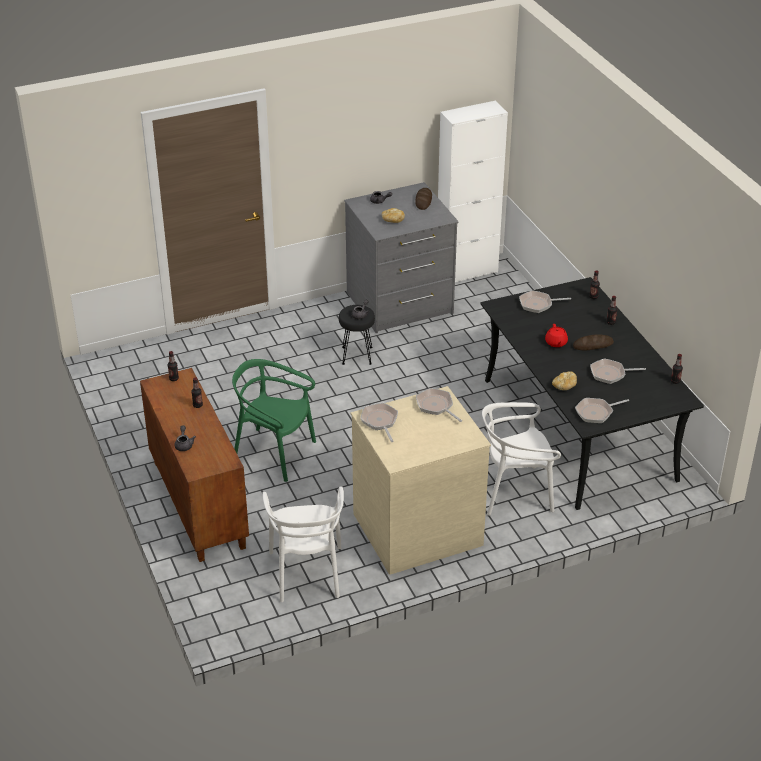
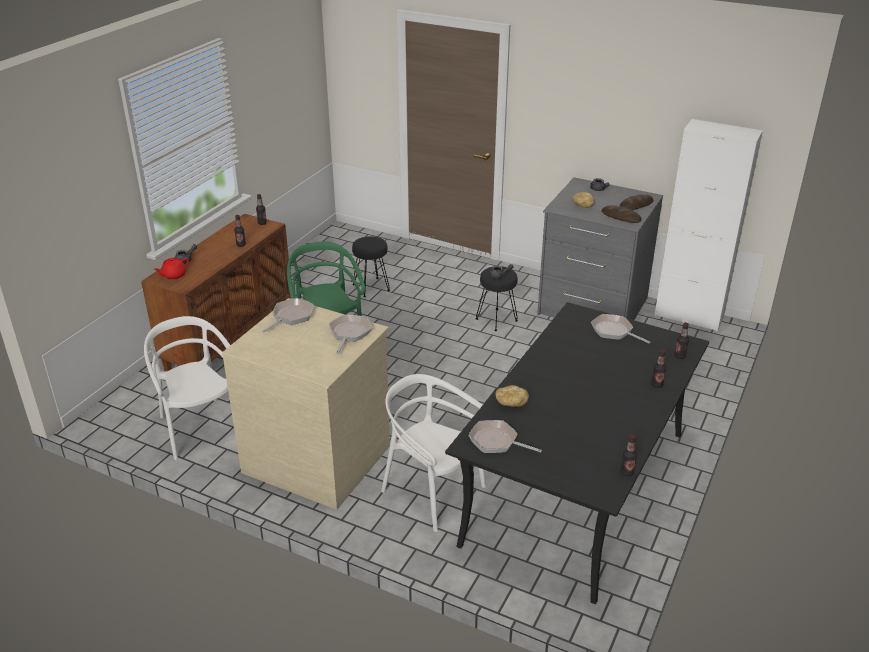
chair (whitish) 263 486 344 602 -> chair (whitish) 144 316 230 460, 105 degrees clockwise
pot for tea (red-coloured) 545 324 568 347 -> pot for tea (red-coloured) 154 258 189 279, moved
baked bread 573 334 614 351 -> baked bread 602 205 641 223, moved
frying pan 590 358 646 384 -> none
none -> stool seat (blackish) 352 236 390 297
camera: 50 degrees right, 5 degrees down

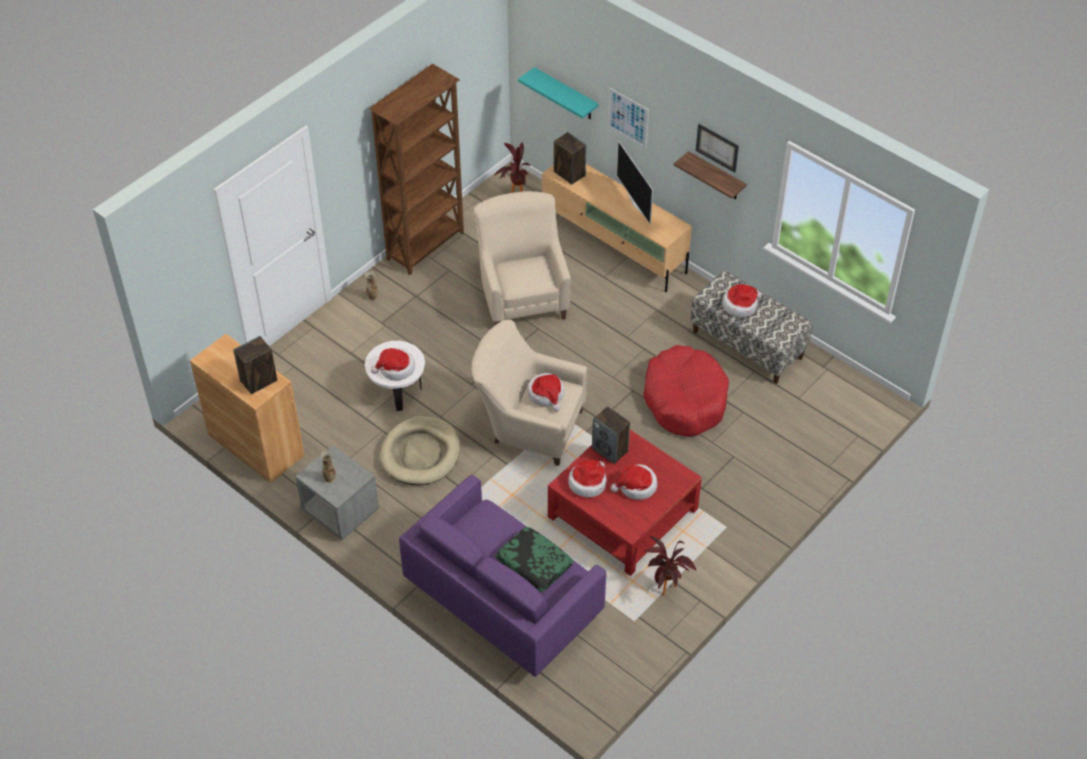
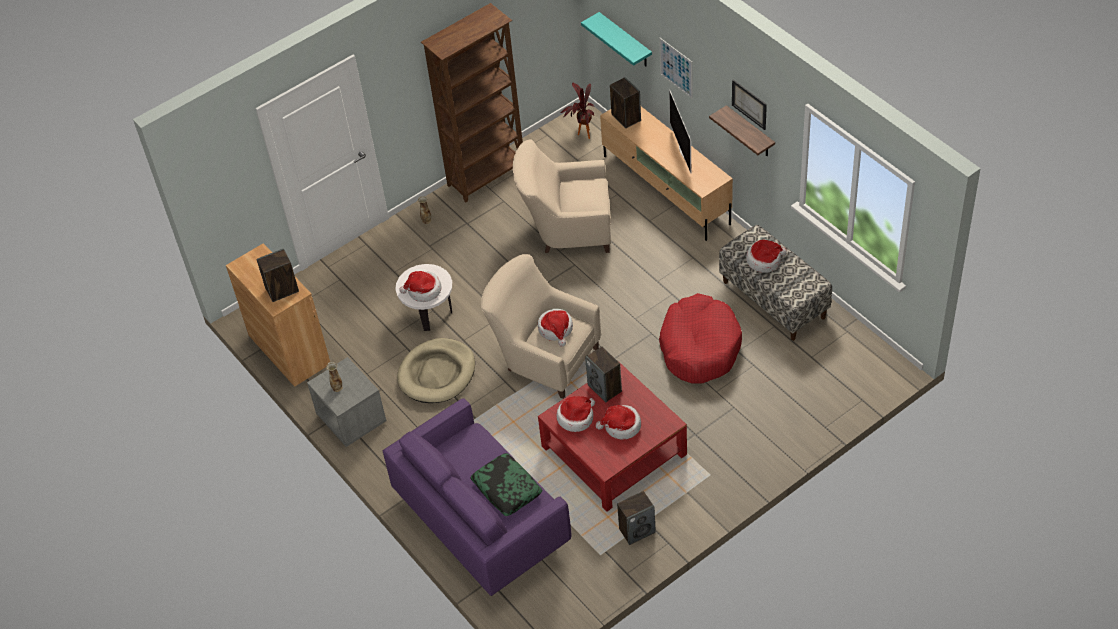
lounge chair (beige-coloured) 474 191 571 325 -> lounge chair (beige-coloured) 513 139 611 253, 90 degrees counterclockwise
houseplant 643 536 696 595 -> loudspeaker 617 491 656 545
camera: 15 degrees right, 0 degrees up

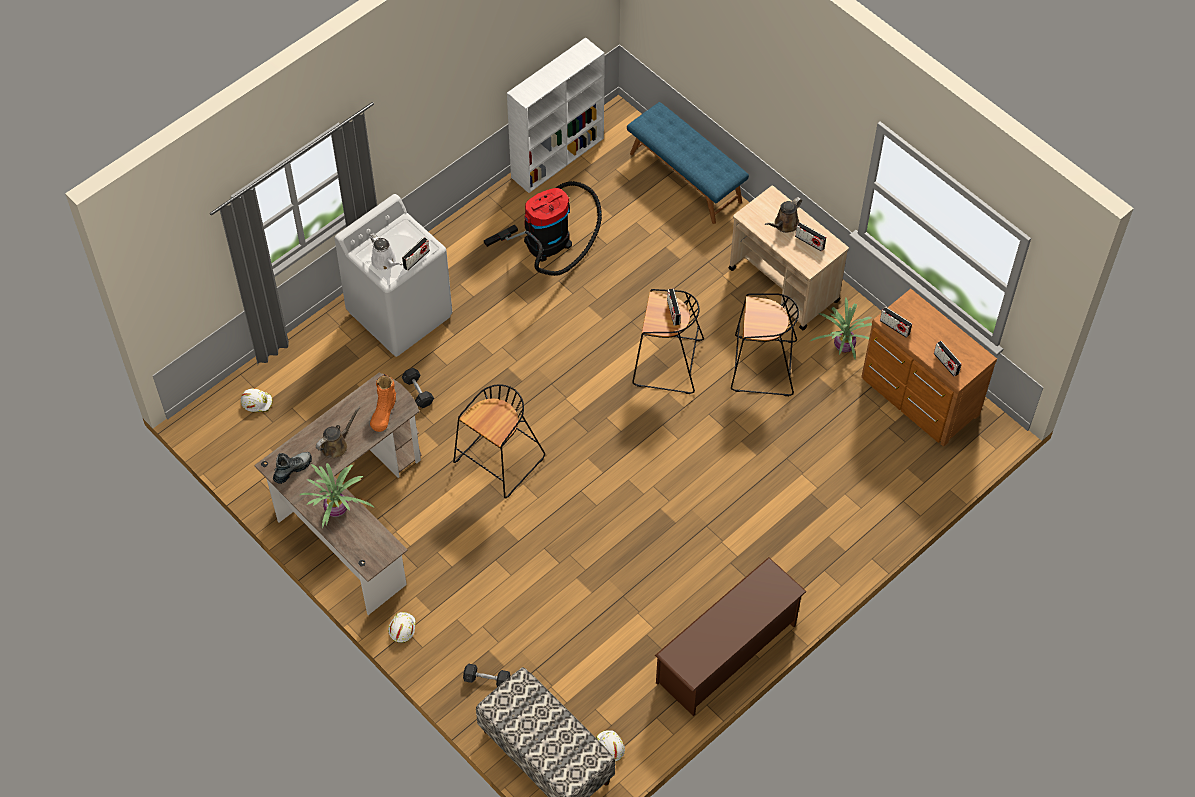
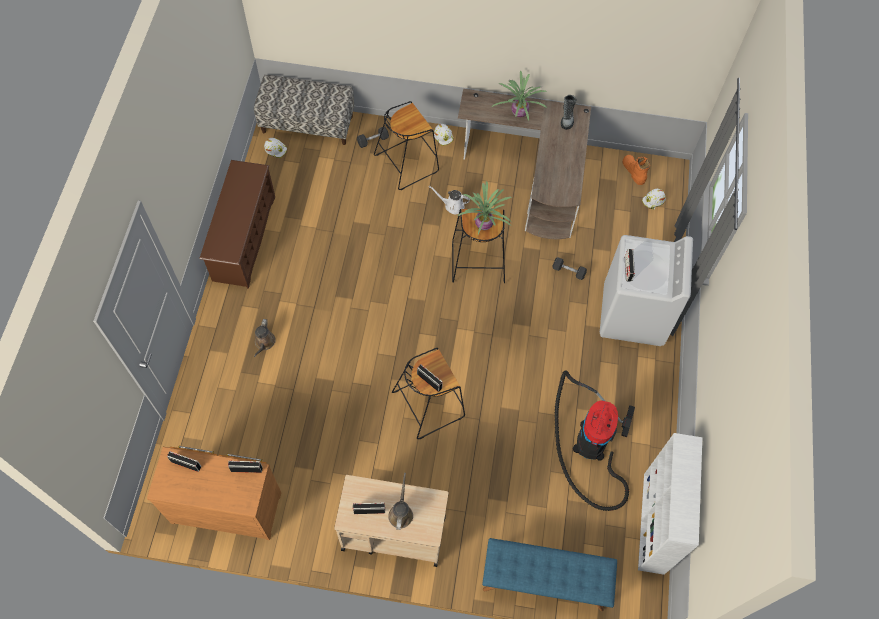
watering can (brown) 316 407 360 458 -> watering can (brown) 254 319 276 357, moved
watering can (whitish) 369 233 402 270 -> watering can (whitish) 429 186 470 214, moved
high-top boot (orangey) 370 374 396 432 -> high-top boot (orangey) 622 155 650 185, moved
stool seat (blackish) 731 293 799 396 -> stool seat (blackish) 374 101 439 190, moved
houseplant 809 298 872 359 -> houseplant 457 181 511 234, moved
camera: 140 degrees right, 5 degrees up

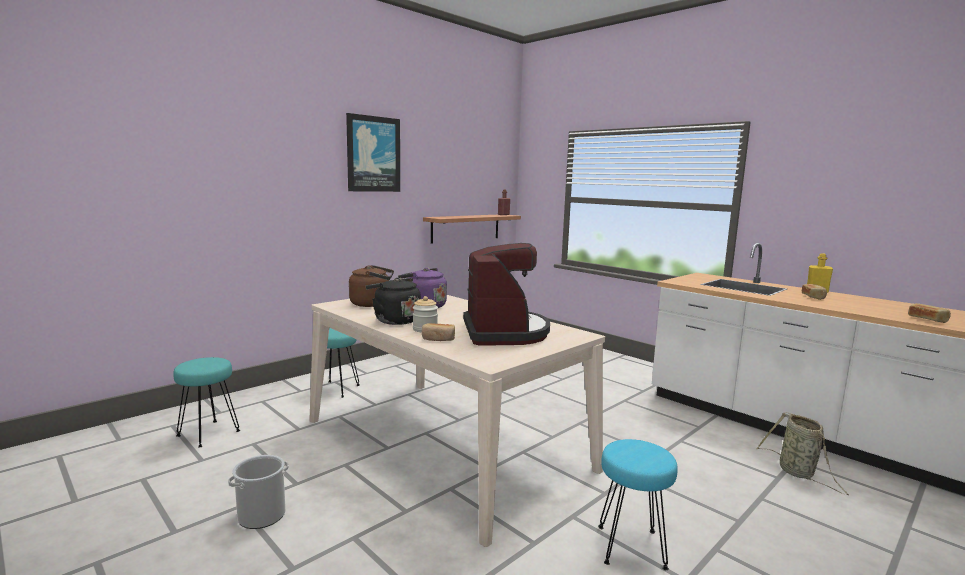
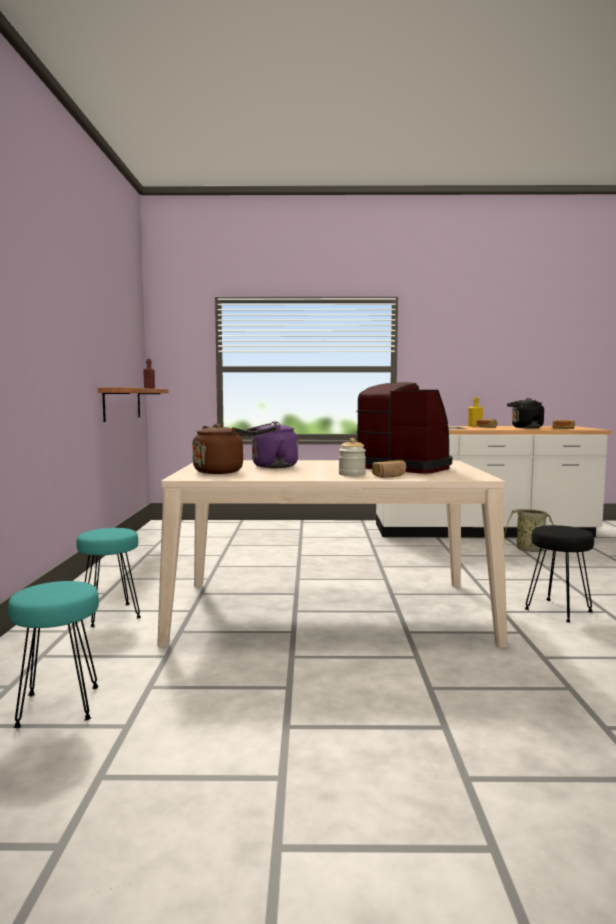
pail 228 455 289 529 -> none
picture 346 113 400 192 -> none
kettle (blackish) 366 278 421 325 -> kettle (blackish) 507 398 544 428, moved
stool seat (blue-green) 598 439 678 570 -> stool seat (blackish) 524 525 594 622
camera: 45 degrees left, 5 degrees down

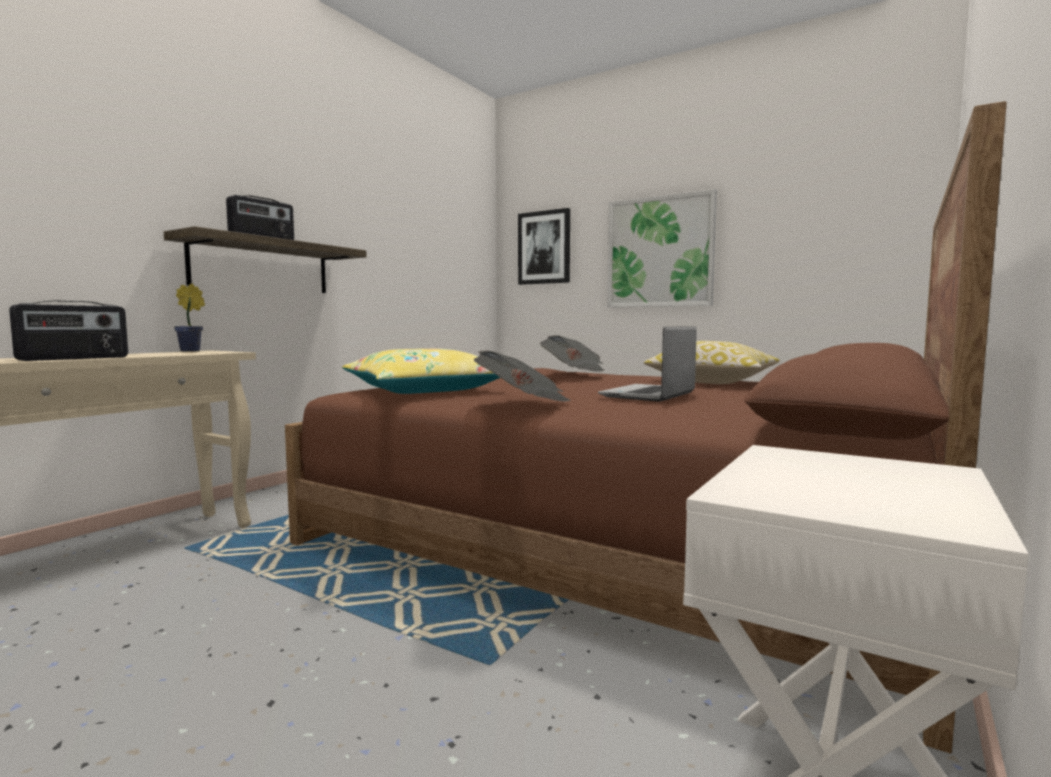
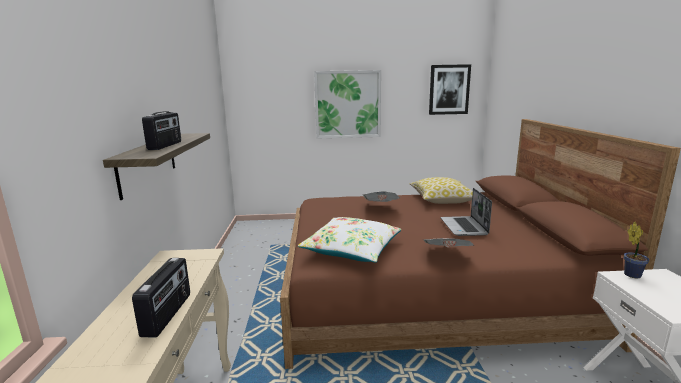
houseplant 174 284 205 352 -> houseplant 624 222 649 278, moved
cushion (yellow-coloured) 342 349 500 394 -> cushion (whitish) 298 217 401 263
picture 518 208 570 285 -> picture 429 64 471 115, moved
camera: 35 degrees left, 10 degrees up

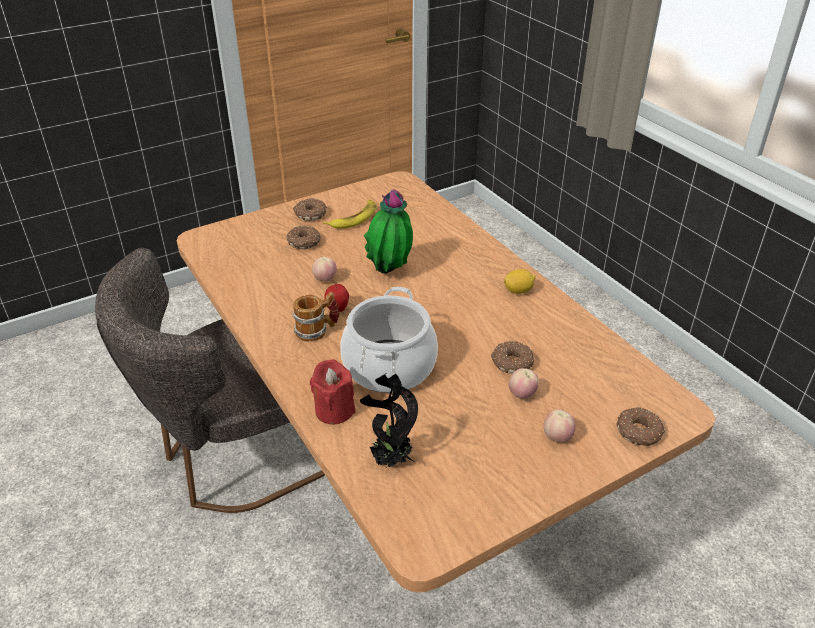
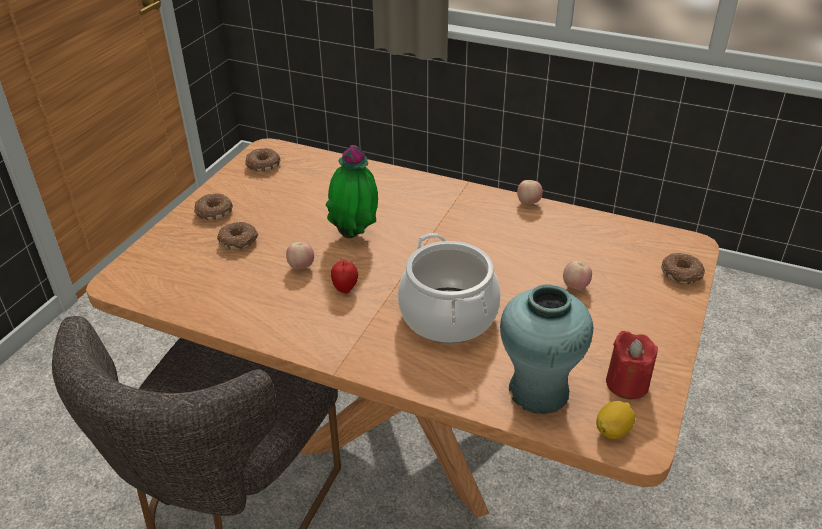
mug 293 292 340 342 -> none
wax light (red-coloured) 310 359 355 425 -> wax light (red-coloured) 606 331 658 399, moved
banana fruit 323 200 377 229 -> none
houseplant 360 373 418 468 -> flower vase (blue-green) 500 285 593 414
donut 491 341 534 374 -> donut 245 148 280 172, moved
whole lemon 504 269 536 294 -> whole lemon 596 401 635 439, moved
whole apple 544 410 576 442 -> whole apple 517 180 543 205, moved
camera: 35 degrees left, 0 degrees up

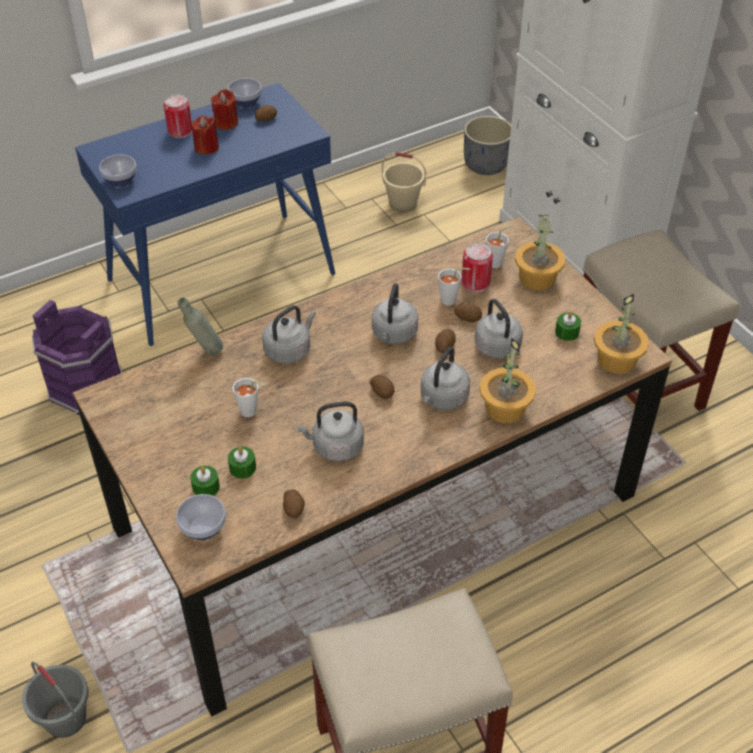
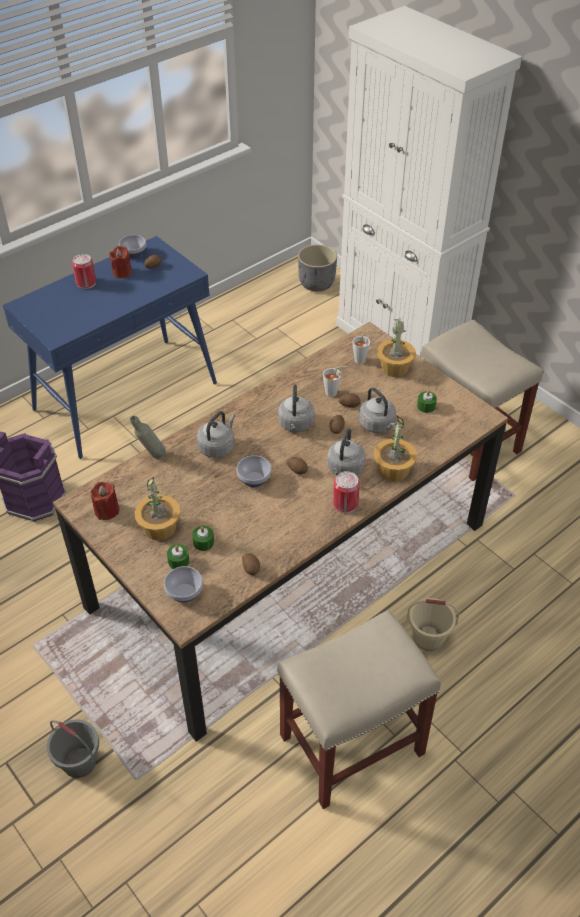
bowl 99 155 137 187 -> bowl 236 455 271 487, moved
wax light (red-coloured) 191 116 219 155 -> wax light (red-coloured) 90 482 120 520, moved
cup (whitish) 232 378 266 417 -> none
kettle (greyish) 297 402 364 462 -> none
pail (beige-coloured) 382 152 426 212 -> pail (beige-coloured) 407 598 459 651, moved
sealed can 461 243 493 292 -> sealed can 333 471 360 513, moved
houseplant 594 294 649 374 -> houseplant 135 477 180 541, moved
camera: 10 degrees left, 0 degrees up

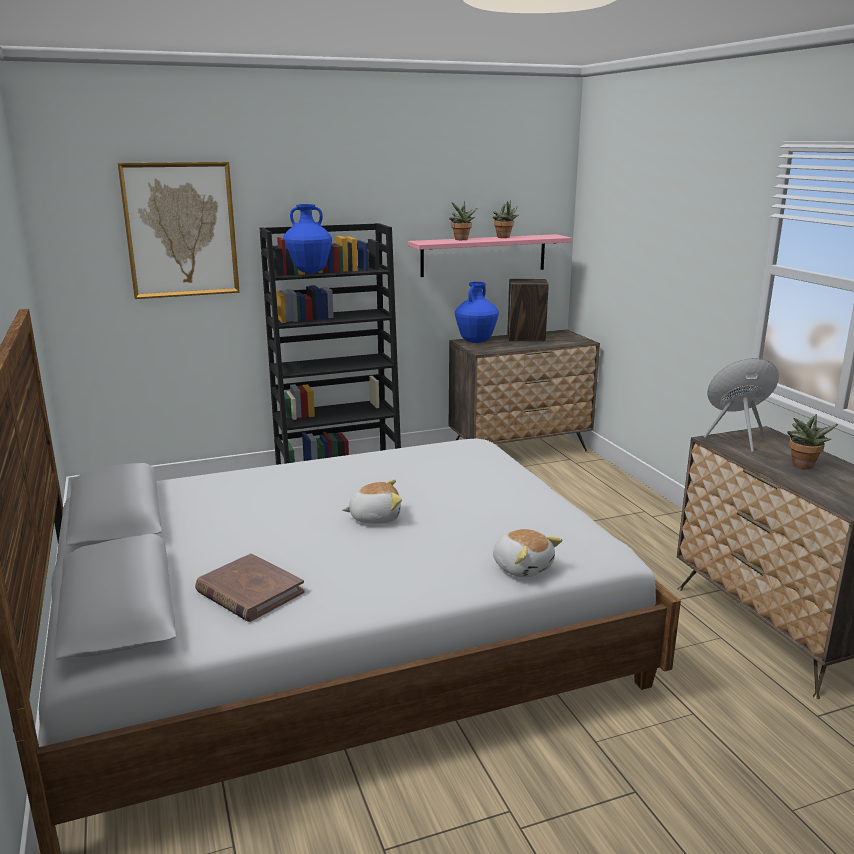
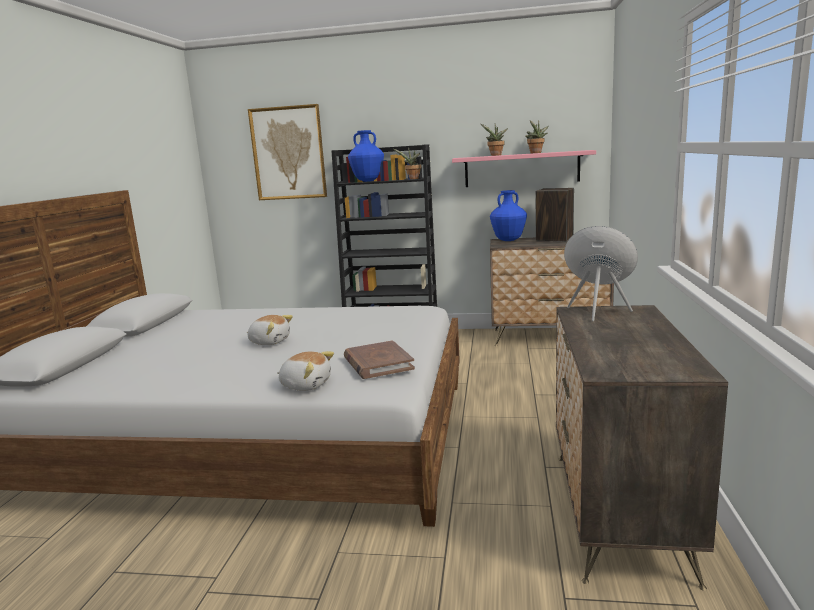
volume (brown) 195 553 305 622 -> volume (brown) 344 340 415 379, moved
soft toy 493 529 562 578 -> soft toy 277 351 334 391, 60 degrees counterclockwise
houseplant 787 414 838 469 -> houseplant 393 147 422 179, moved
camera: 30 degrees right, 5 degrees down

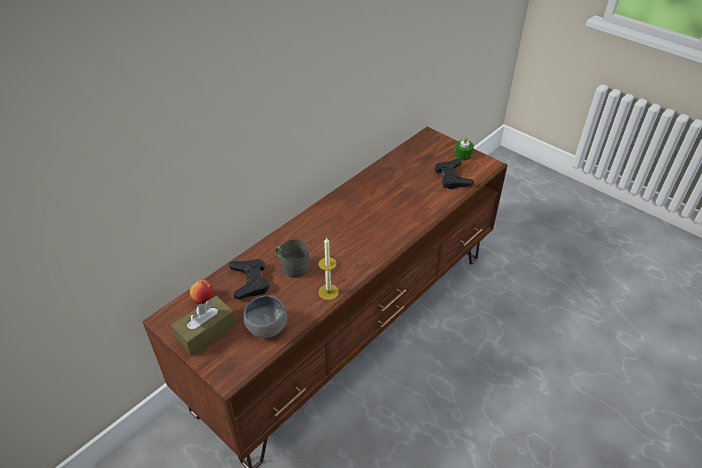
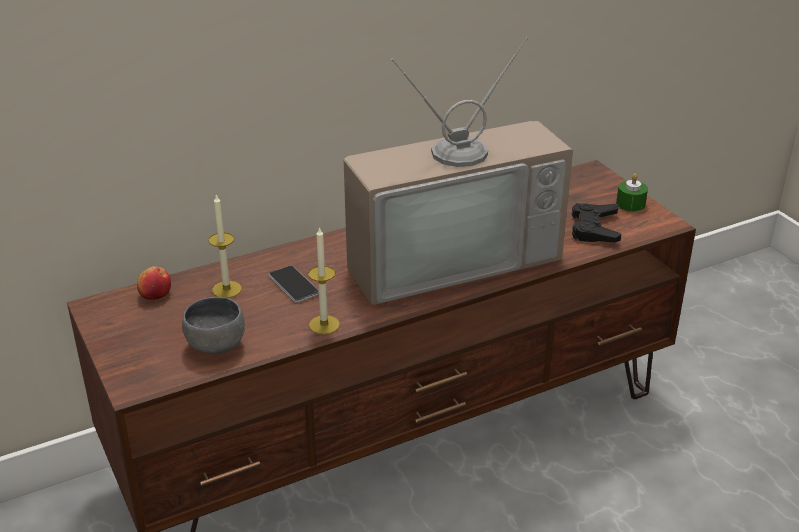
tissue box (brown) 171 296 236 356 -> none
game controller (blackish) 229 259 269 300 -> wax light 208 194 242 298
mug (greyish) 275 240 309 278 -> phone 269 266 319 303
none -> TV 344 37 573 305
camera: 20 degrees right, 10 degrees down

